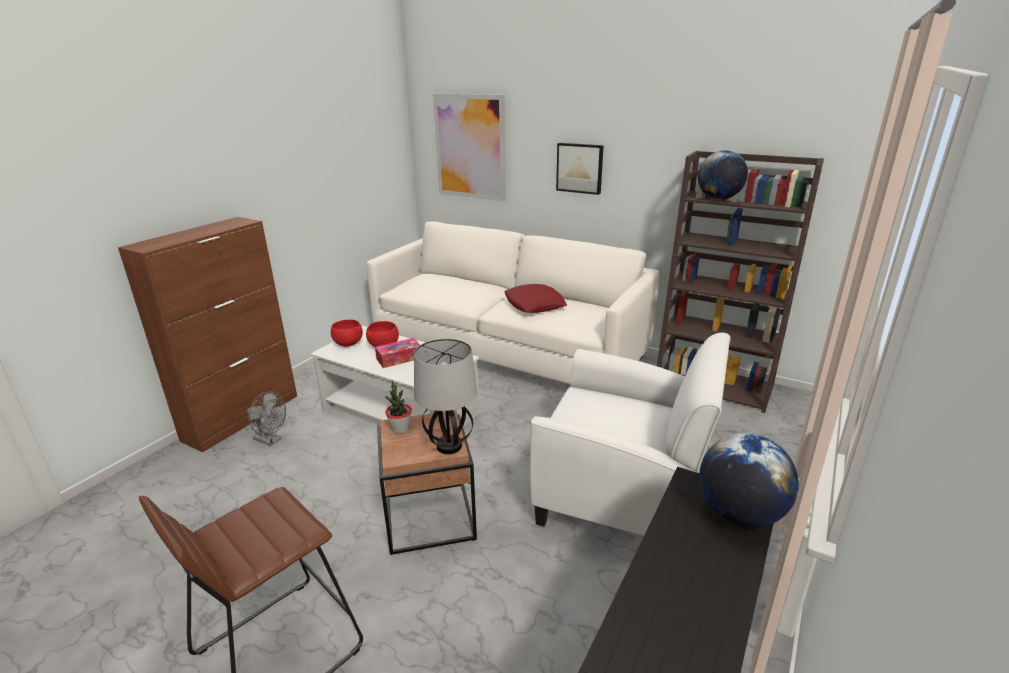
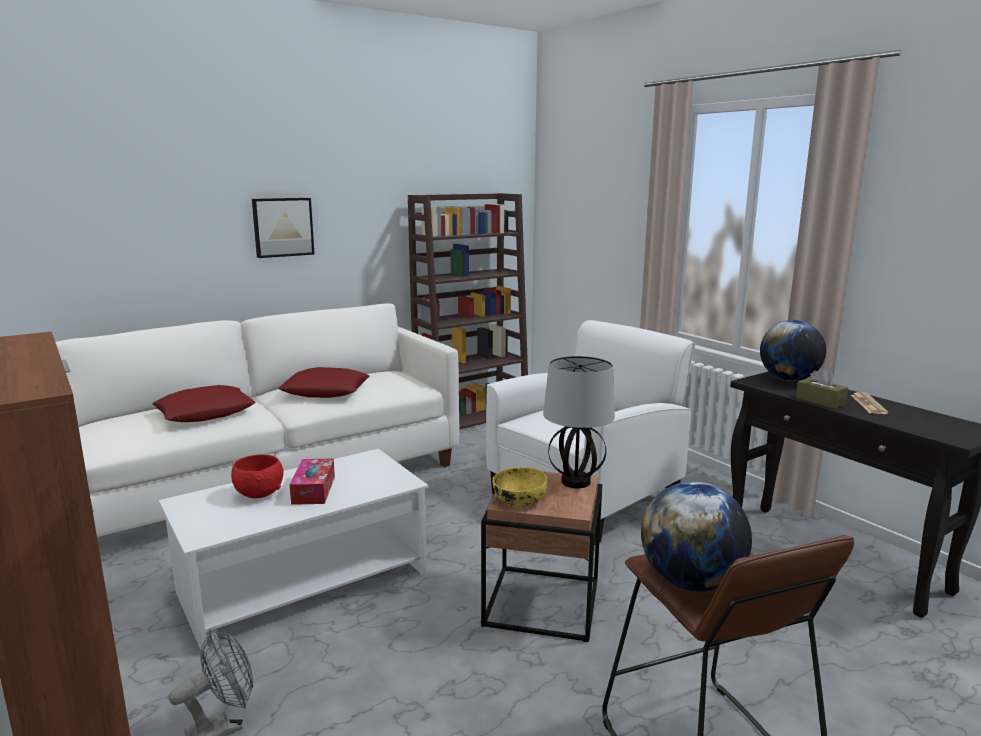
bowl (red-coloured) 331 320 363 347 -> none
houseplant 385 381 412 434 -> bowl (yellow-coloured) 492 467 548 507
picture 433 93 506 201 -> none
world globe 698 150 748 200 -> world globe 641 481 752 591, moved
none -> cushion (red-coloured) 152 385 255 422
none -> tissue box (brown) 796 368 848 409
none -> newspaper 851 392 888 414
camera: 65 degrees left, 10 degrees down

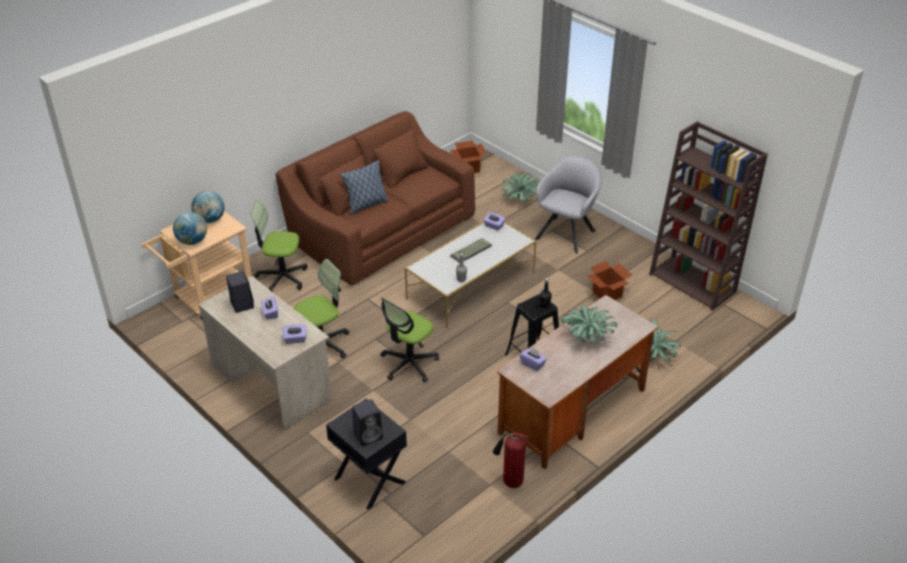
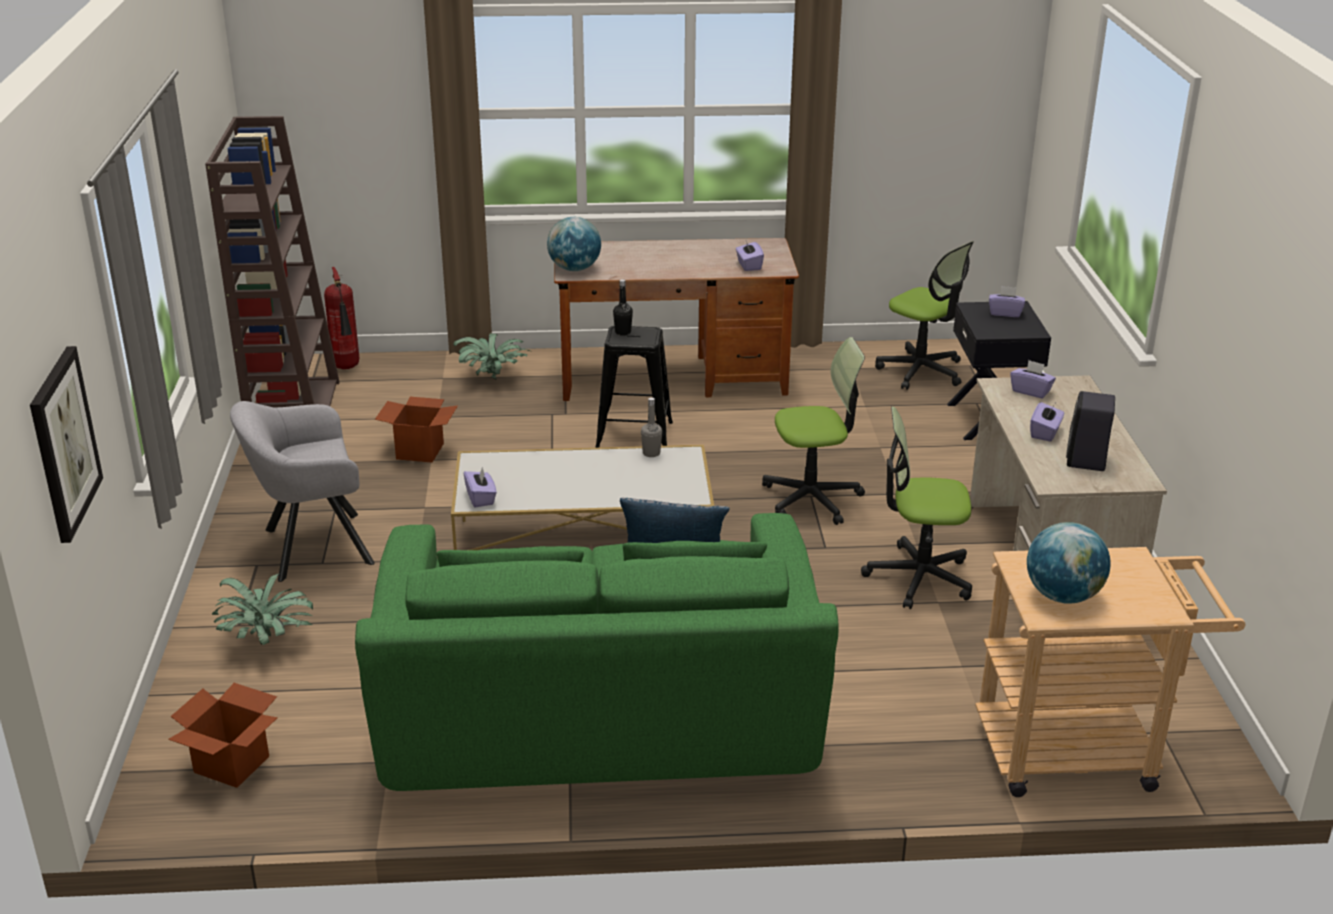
world globe 173 212 207 245 -> world globe 547 217 601 271, moved
computer chair 250 200 308 292 -> computer chair 875 241 974 390, moved
settee (brown) 276 111 475 285 -> settee (greenish) 355 513 839 791
loudspeaker (blackish) 352 399 383 446 -> tissue box (purple-coloured) 989 286 1025 317
computer keyboard 450 238 492 263 -> none
fire-fighting cylinder 493 432 529 488 -> fire-fighting cylinder 324 267 359 369, moved
houseplant 561 304 617 342 -> none
none -> picture 30 346 103 543
camera: 140 degrees left, 10 degrees down

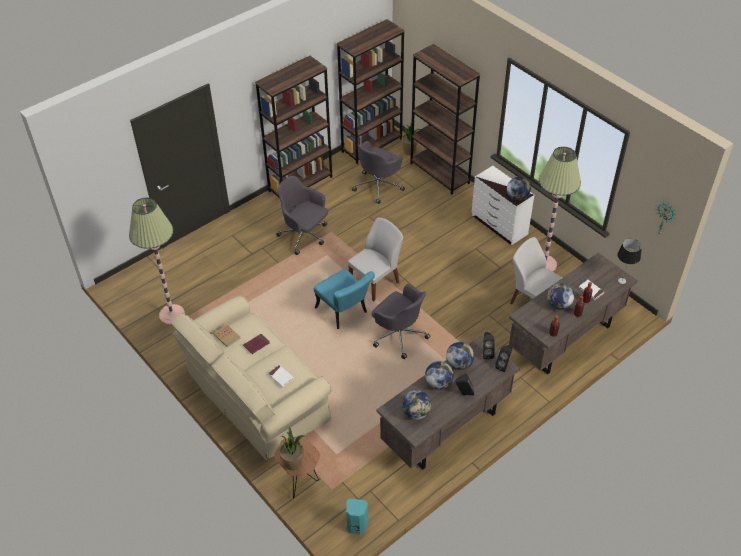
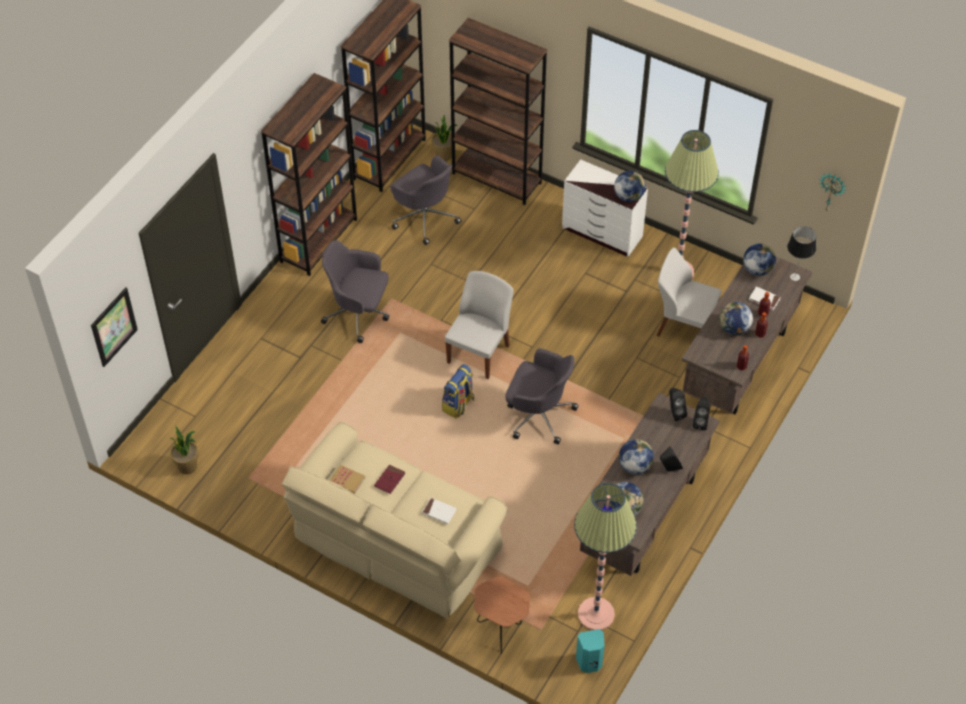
standard lamp 129 198 185 325 -> standard lamp 574 483 637 630, moved
houseplant 279 426 305 470 -> houseplant 170 425 199 474, moved
chair (blue-green) 314 269 375 329 -> knapsack 442 364 475 418
computer chair (greyish) 352 141 405 204 -> computer chair (greyish) 390 155 461 245, 60 degrees counterclockwise
world globe 446 342 474 370 -> world globe 743 243 776 276, moved
none -> picture 91 287 138 367
camera: 20 degrees left, 5 degrees up

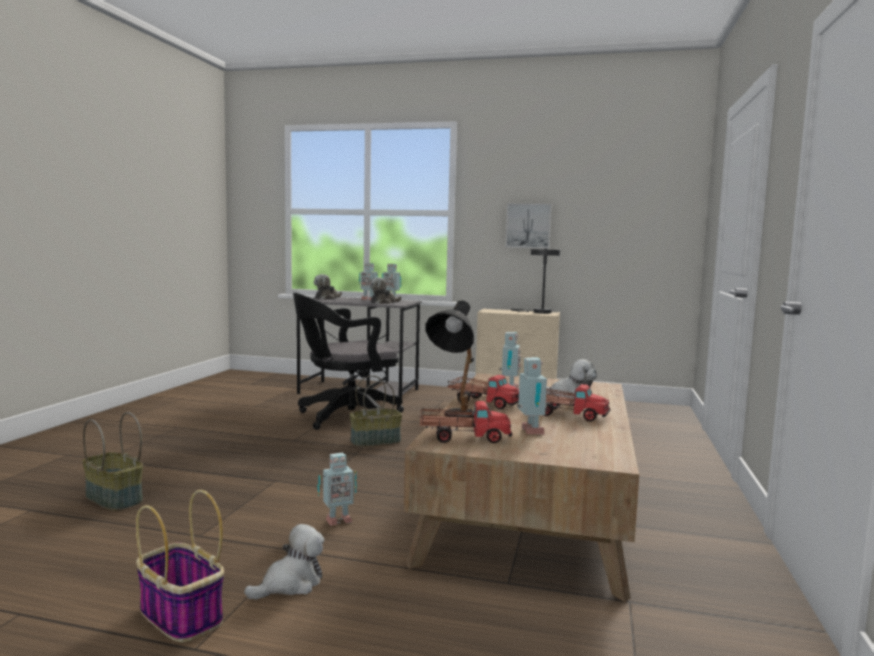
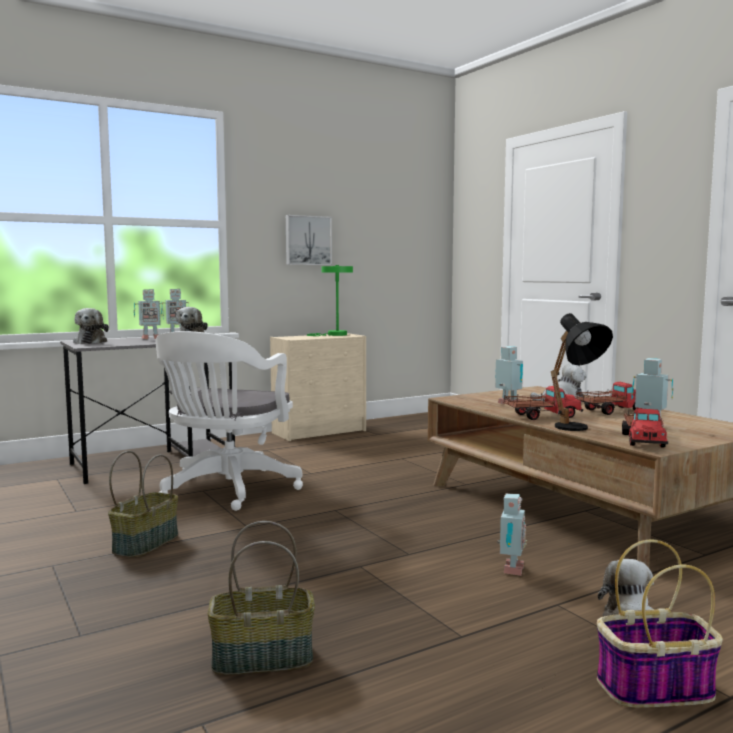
computer chair (blackish) 293 293 404 430 -> computer chair (whitish) 155 331 303 511
basket 350 375 402 447 -> basket 108 451 178 558, moved
toy lorry 419 401 512 443 -> toy lorry 622 408 668 448, 150 degrees clockwise
lamp for a table (greyish) 511 248 560 314 -> lamp for a table (greenish) 307 265 353 336
camera: 45 degrees left, 0 degrees up

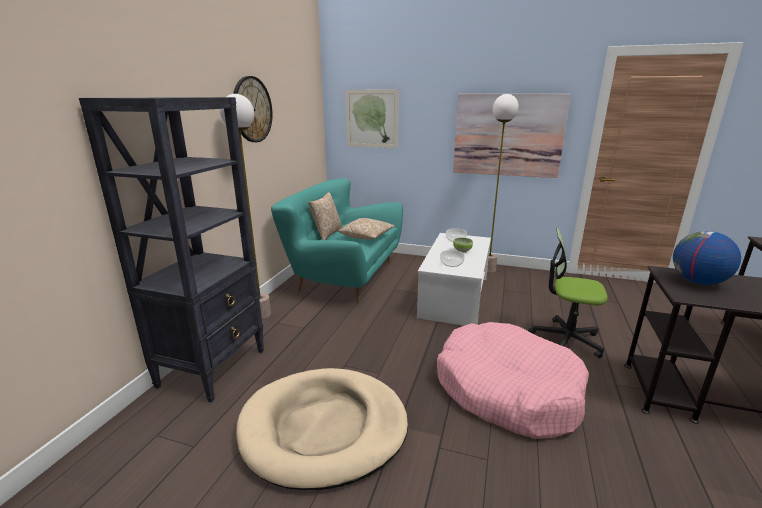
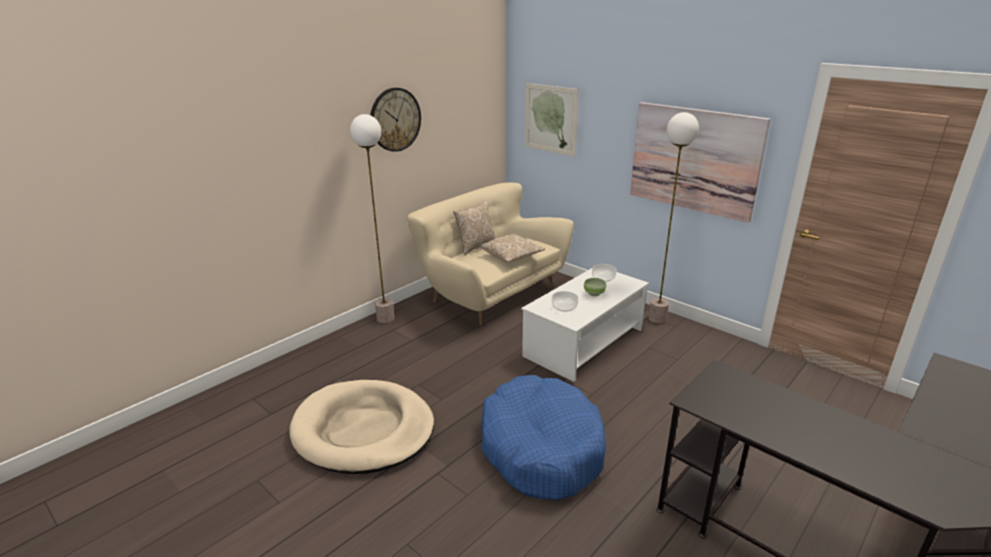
bookcase (blackish) 79 97 264 403 -> none
settee (blue-green) 271 178 403 302 -> settee (beige-coloured) 407 183 574 326
dog cushion (pinkish) 437 322 589 439 -> dog cushion (blue-coloured) 481 375 606 500
computer chair 529 227 608 358 -> none
world globe 673 231 741 285 -> none
camera: 25 degrees right, 5 degrees up

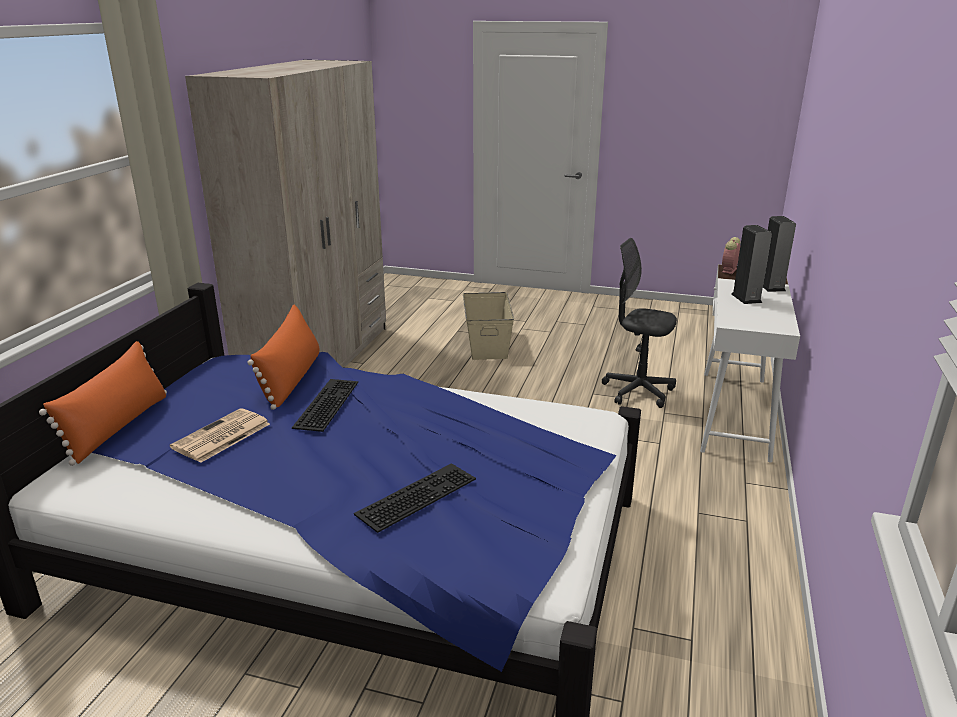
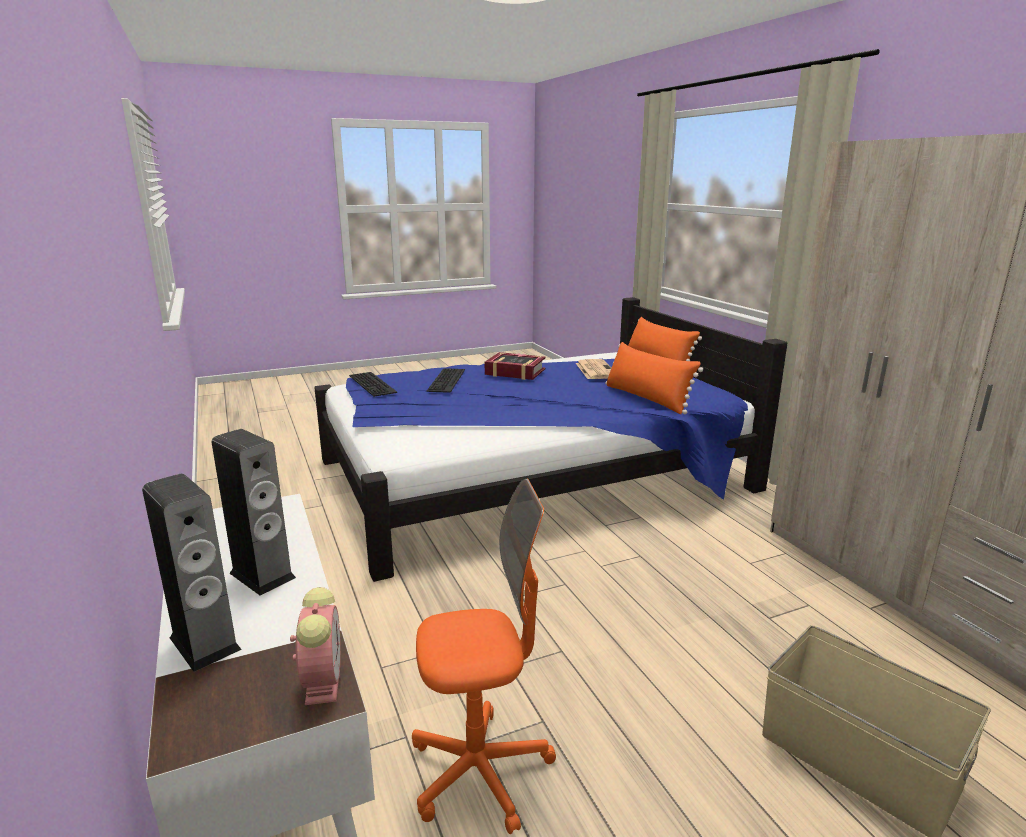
computer keyboard 292 379 358 432 -> computer keyboard 349 372 397 397, moved
computer chair (greyish) 602 238 677 408 -> computer chair (orangey) 412 479 556 834
none -> volume 485 352 546 380
camera: 140 degrees right, 5 degrees down

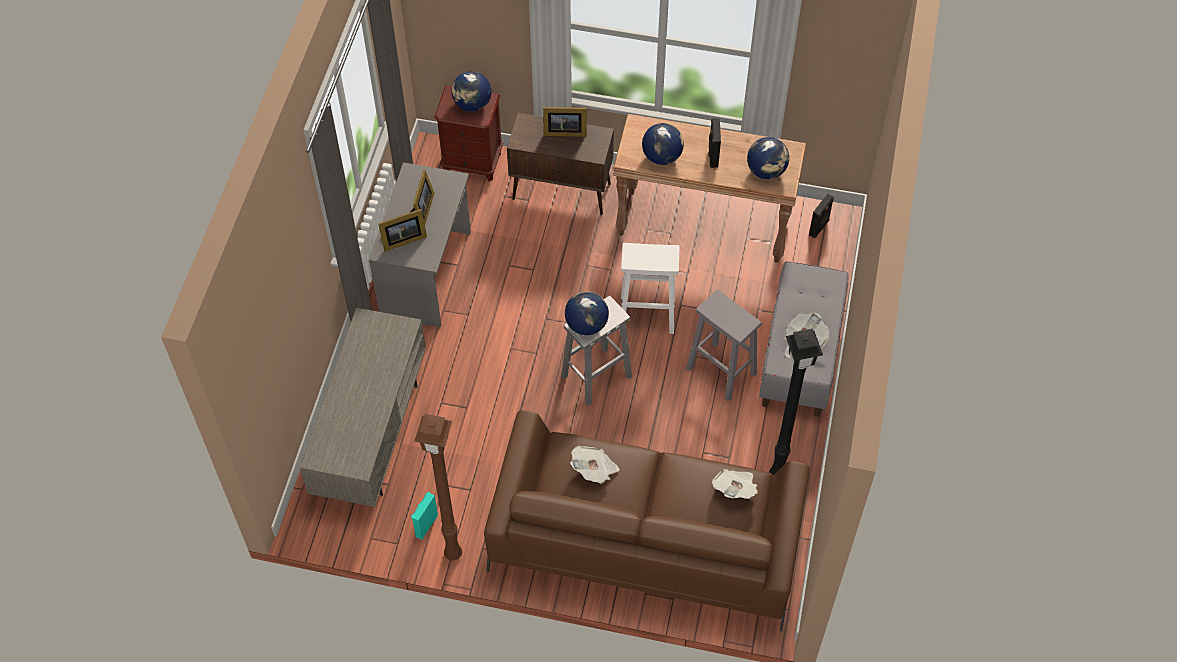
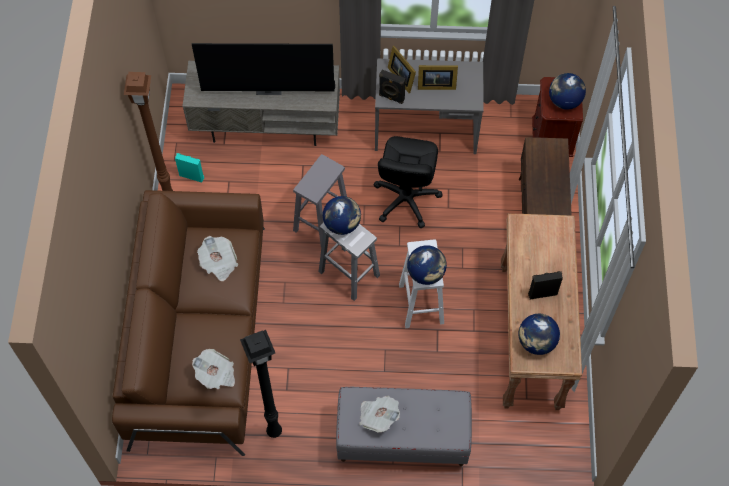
standing frame 543 107 587 137 -> none
world globe 642 123 684 165 -> world globe 407 245 447 285, moved
stool seat (greyish) 686 289 762 401 -> stool seat (greyish) 293 154 347 247, moved
loudspeaker (blackish) 809 194 834 238 -> loudspeaker (blackish) 379 70 406 104, moved
none -> TV 192 43 335 95
none -> computer chair (blackish) 373 136 443 228
camera: 80 degrees right, 5 degrees up

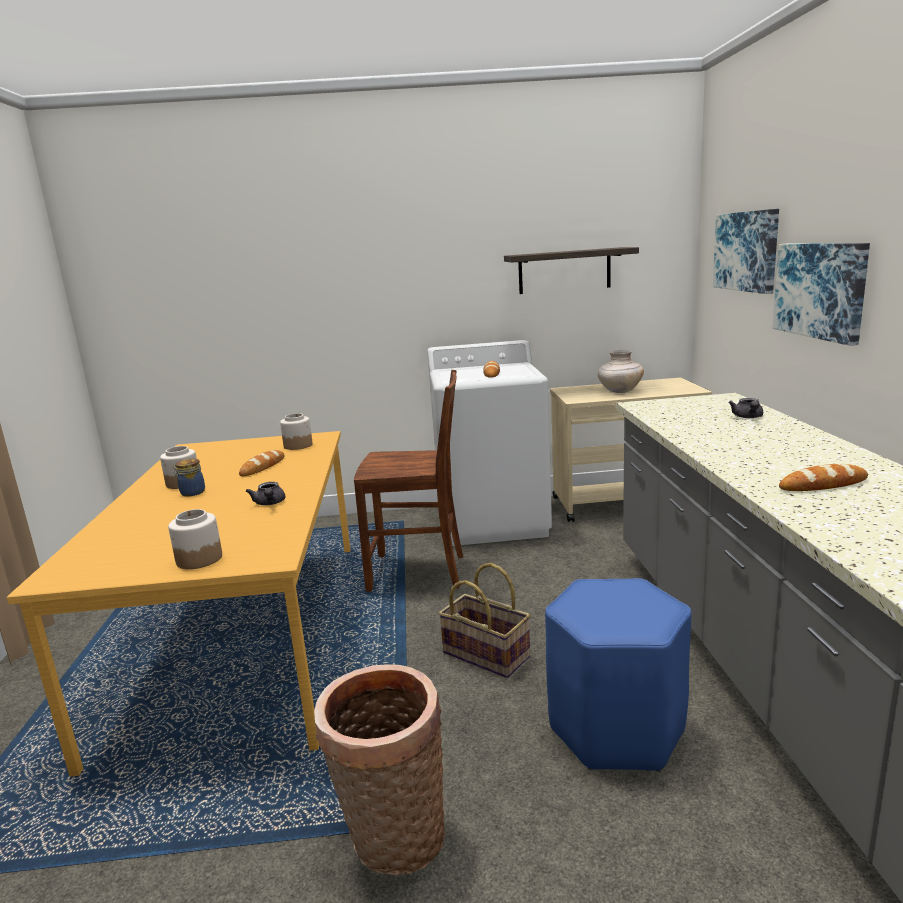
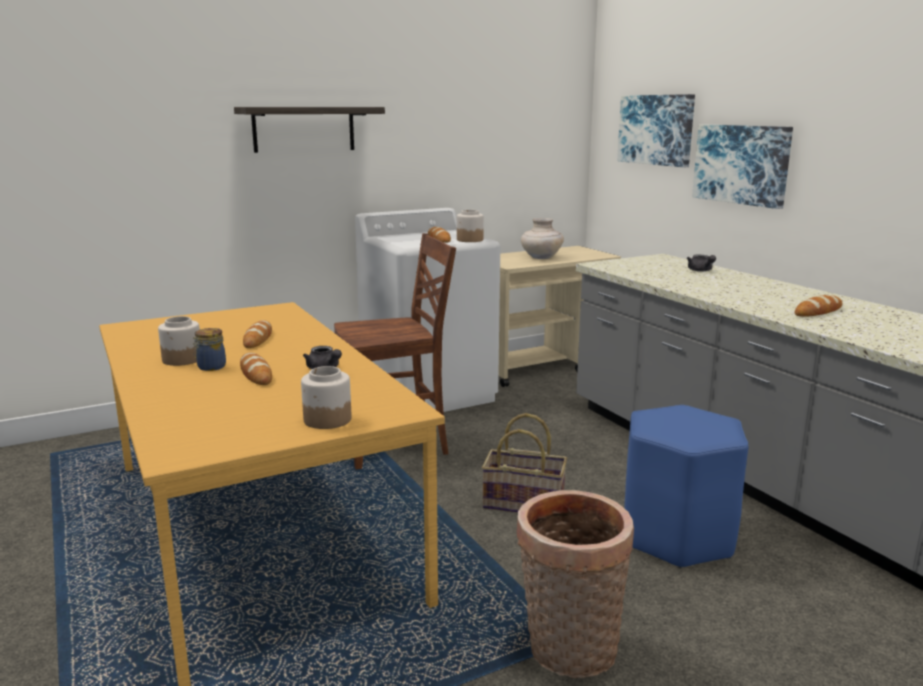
storage jar 280 413 313 450 -> storage jar 457 210 484 242, moved
wall shelf 504 247 639 294 -> wall shelf 234 107 385 153, moved
none -> baked bread 240 352 272 385
camera: 25 degrees left, 0 degrees up

